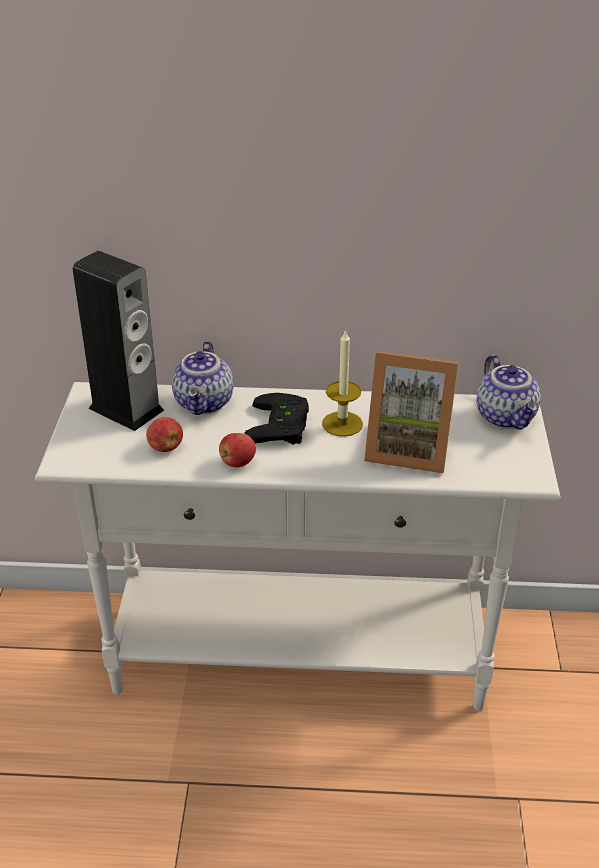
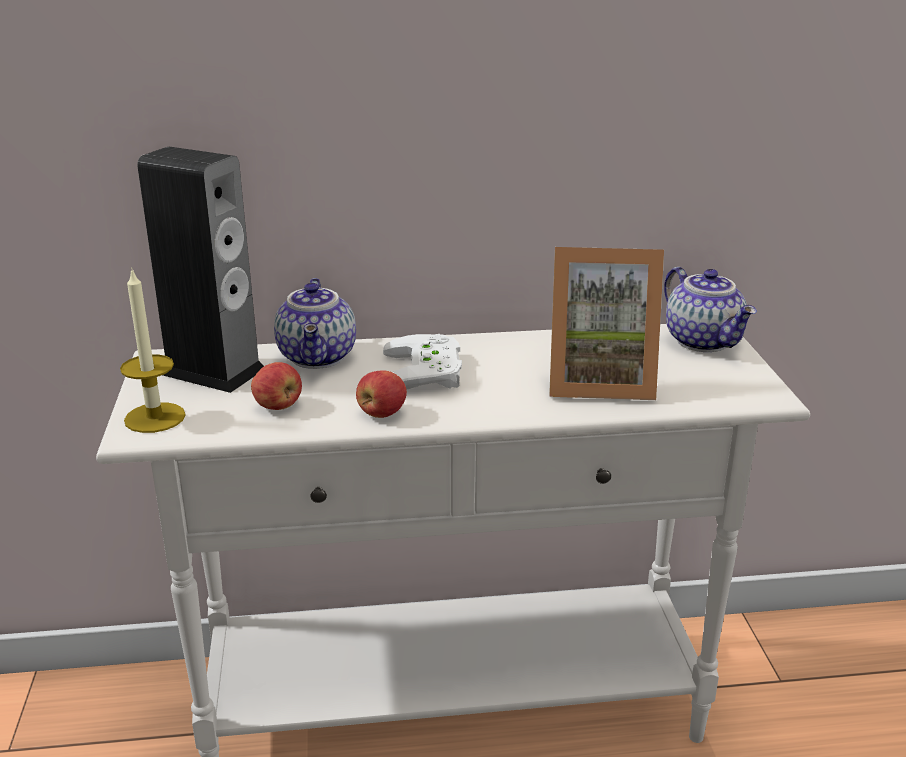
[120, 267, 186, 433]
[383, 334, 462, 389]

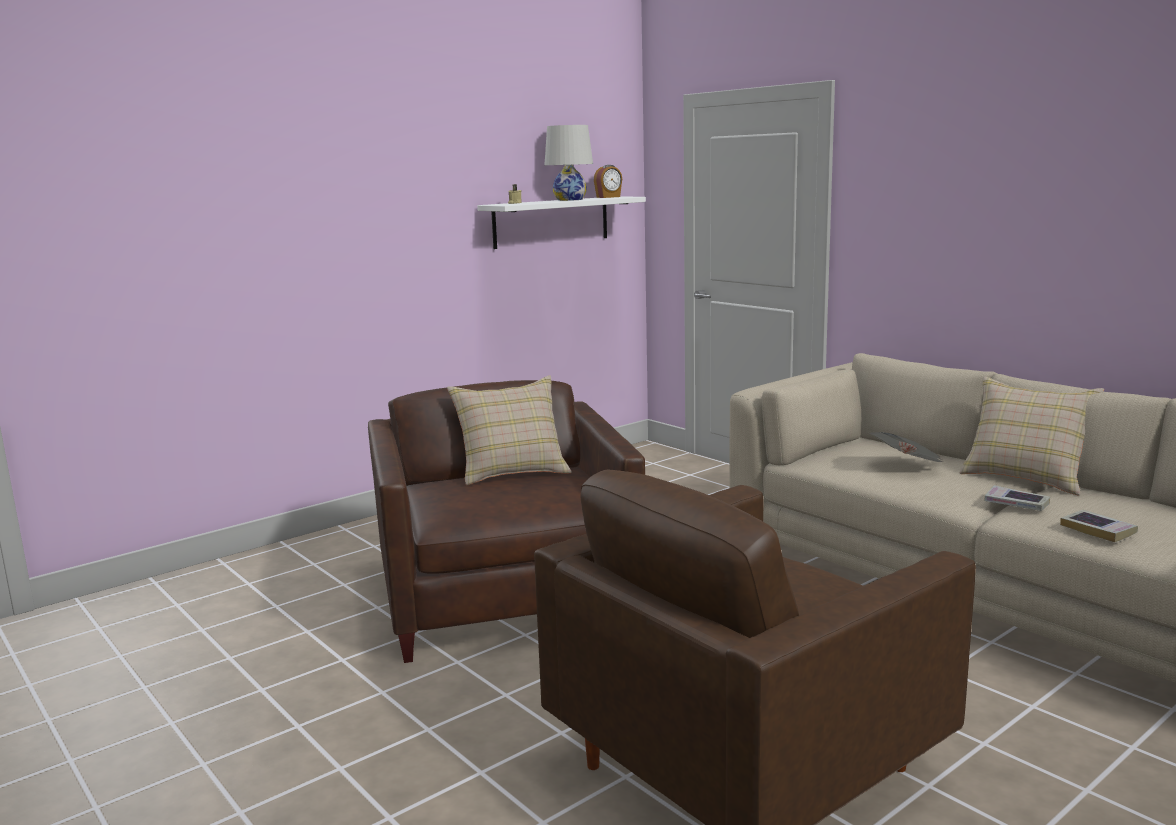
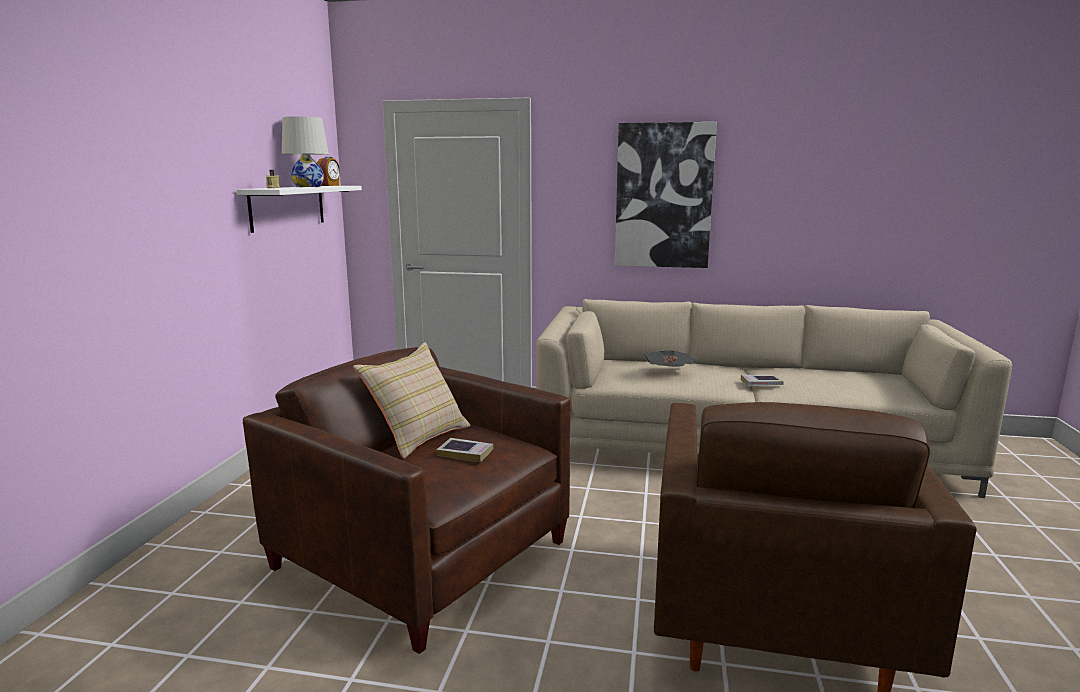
[960, 377, 1104, 496] (first image)
[436, 438, 493, 462]
[615, 122, 717, 268]

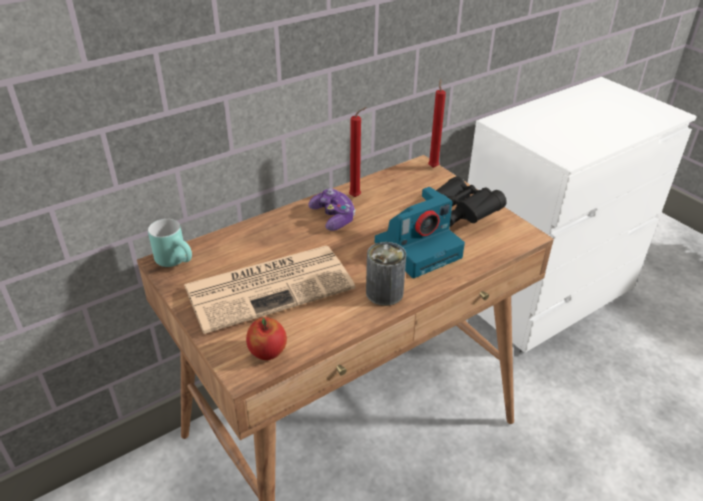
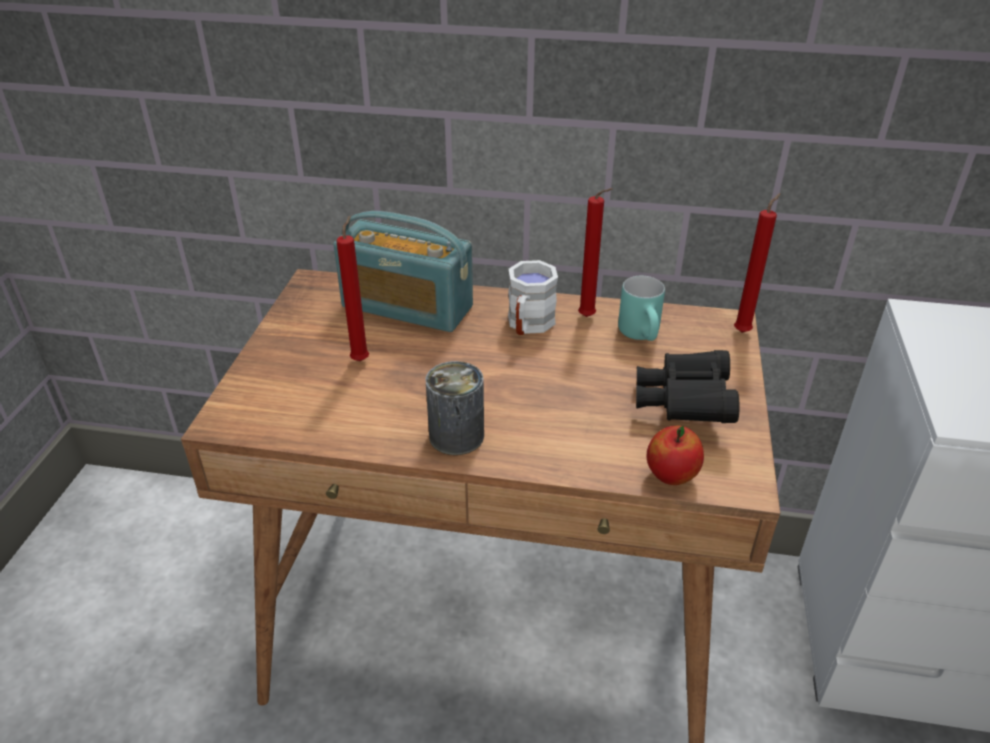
[375, 187, 465, 278] (first image)
[508, 260, 558, 335]
[618, 276, 665, 341]
[336, 216, 369, 361]
[647, 426, 704, 485]
[333, 211, 473, 332]

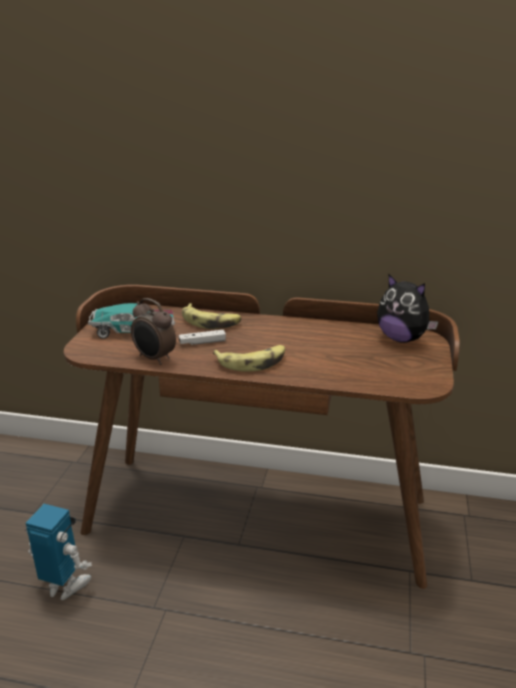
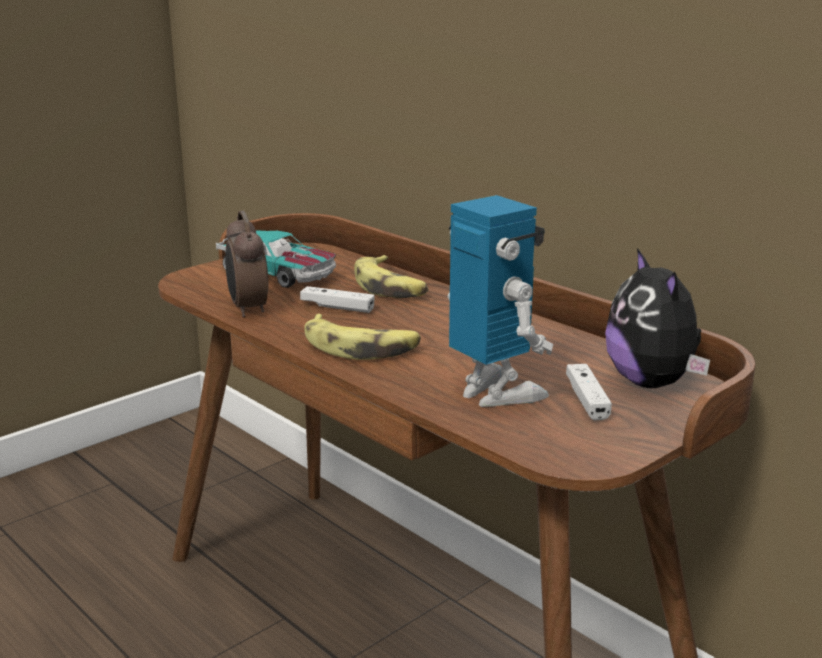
[447, 195, 553, 407]
[566, 364, 612, 420]

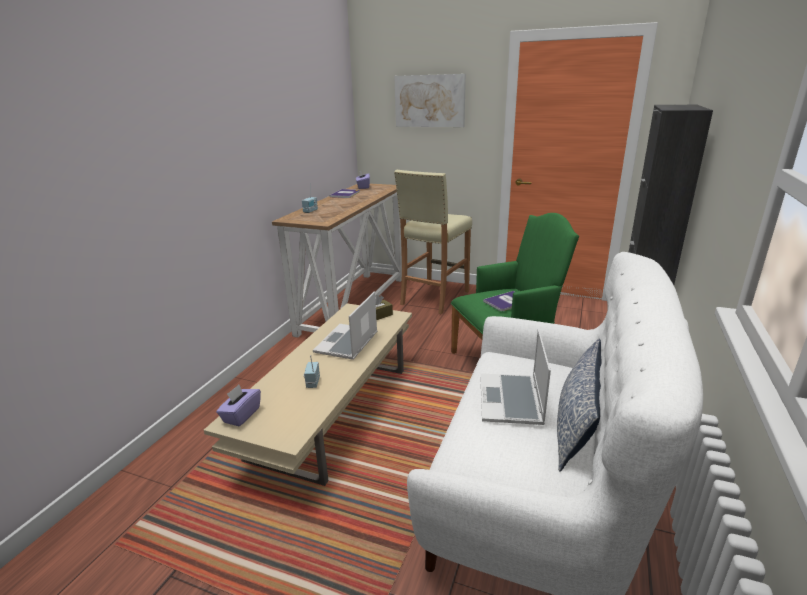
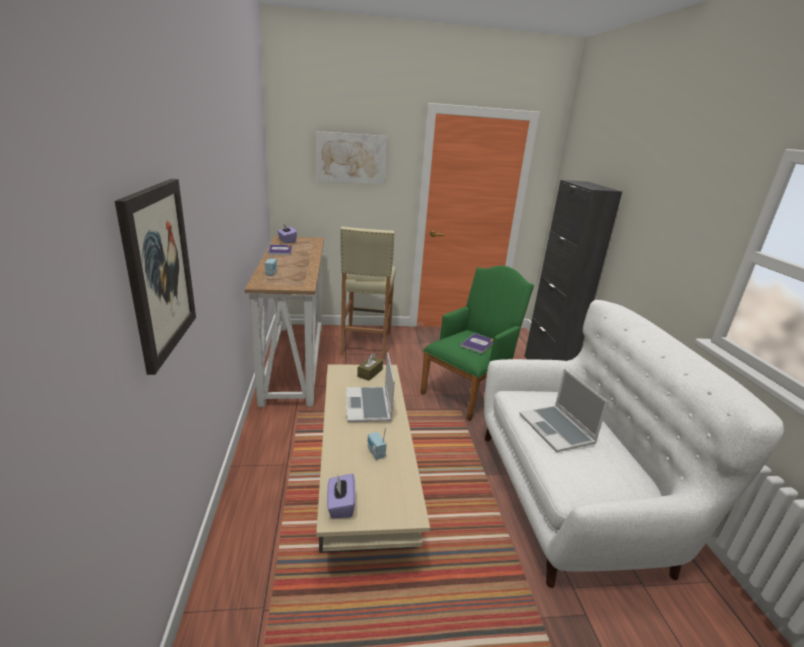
[557, 338, 602, 471] (first image)
[115, 179, 196, 375]

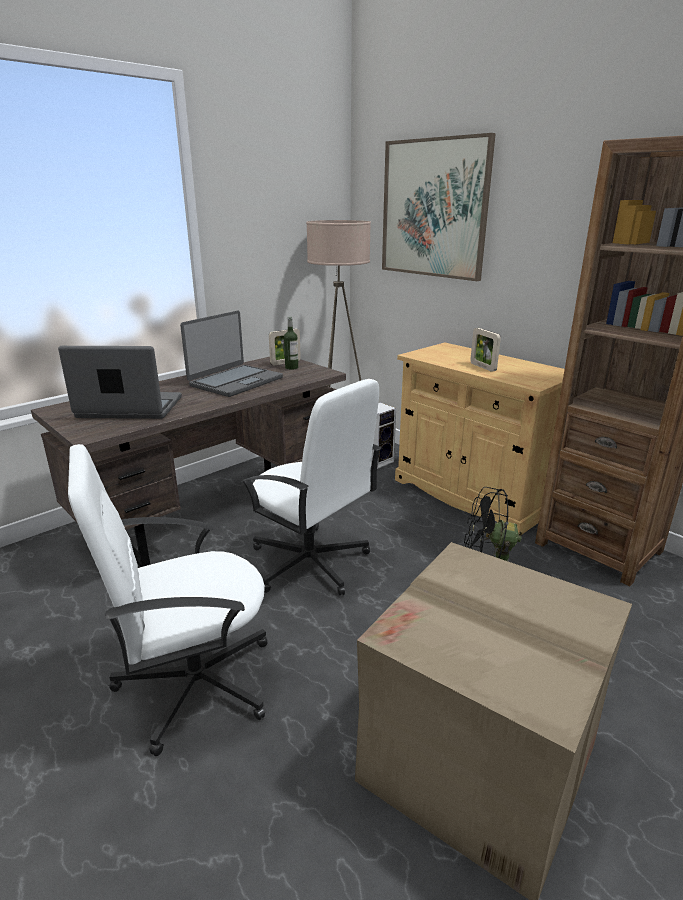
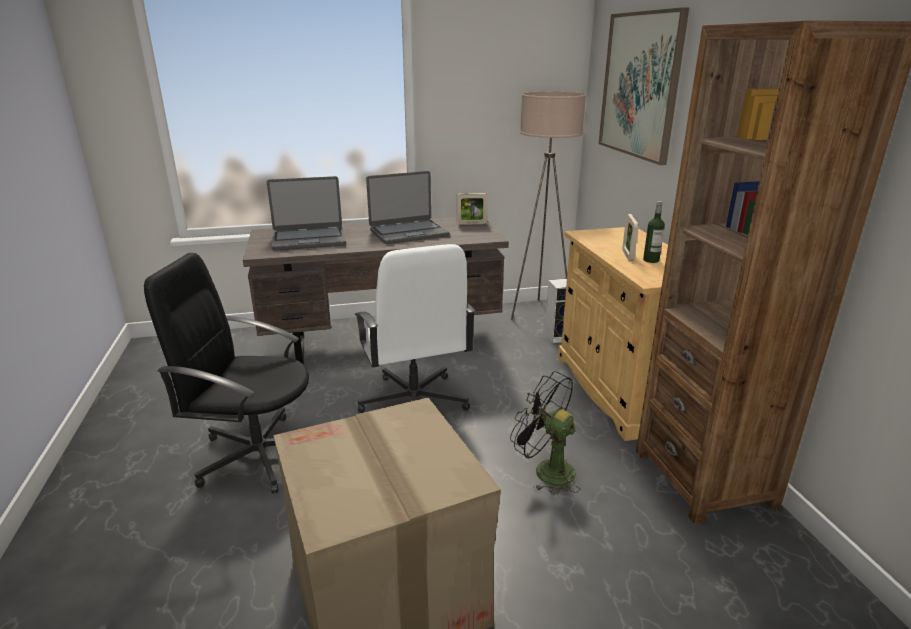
[643, 201, 665, 263]
[267, 176, 346, 251]
[144, 253, 309, 494]

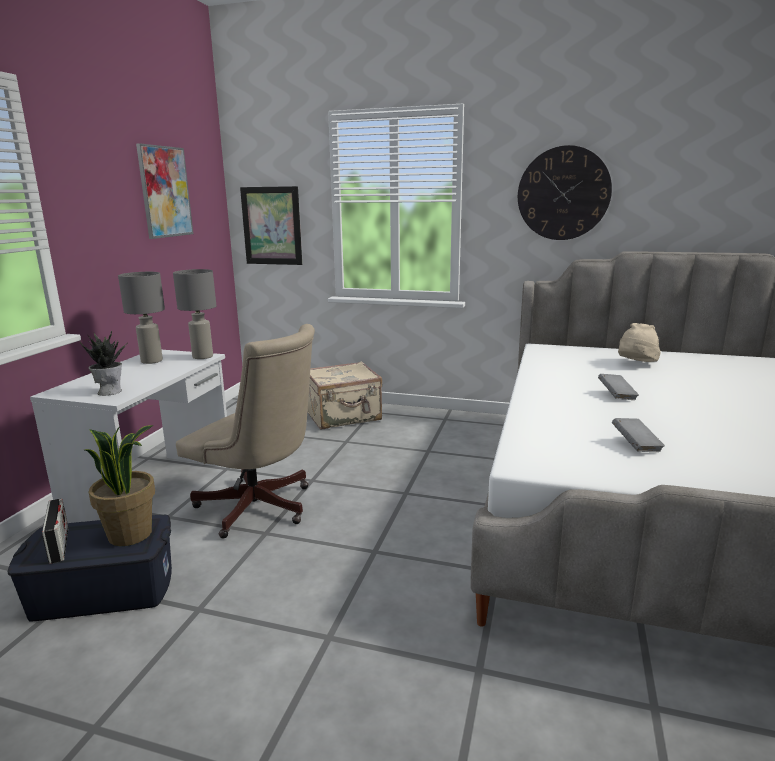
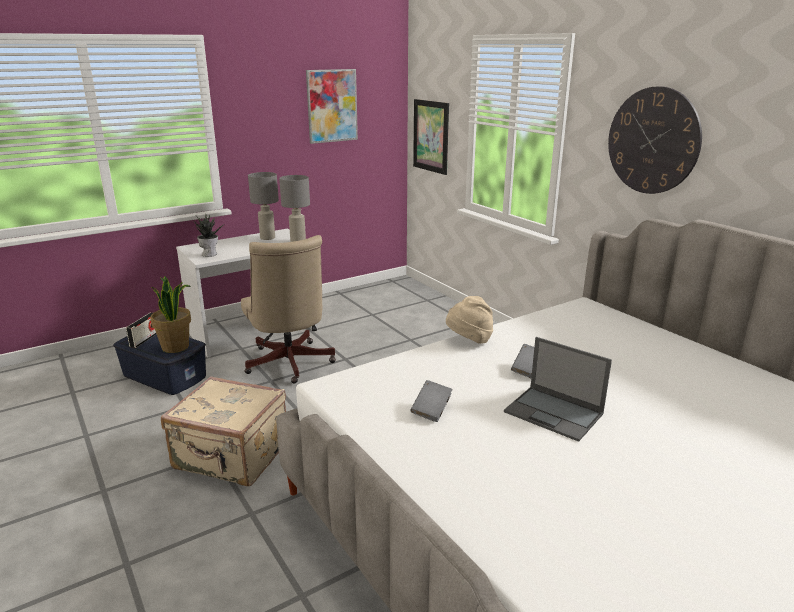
[446, 296, 493, 344]
[161, 376, 286, 486]
[504, 337, 612, 442]

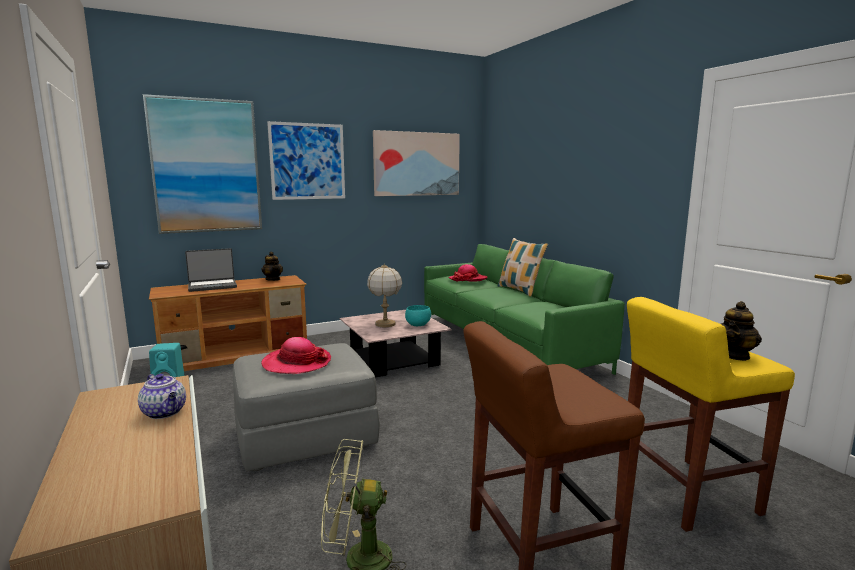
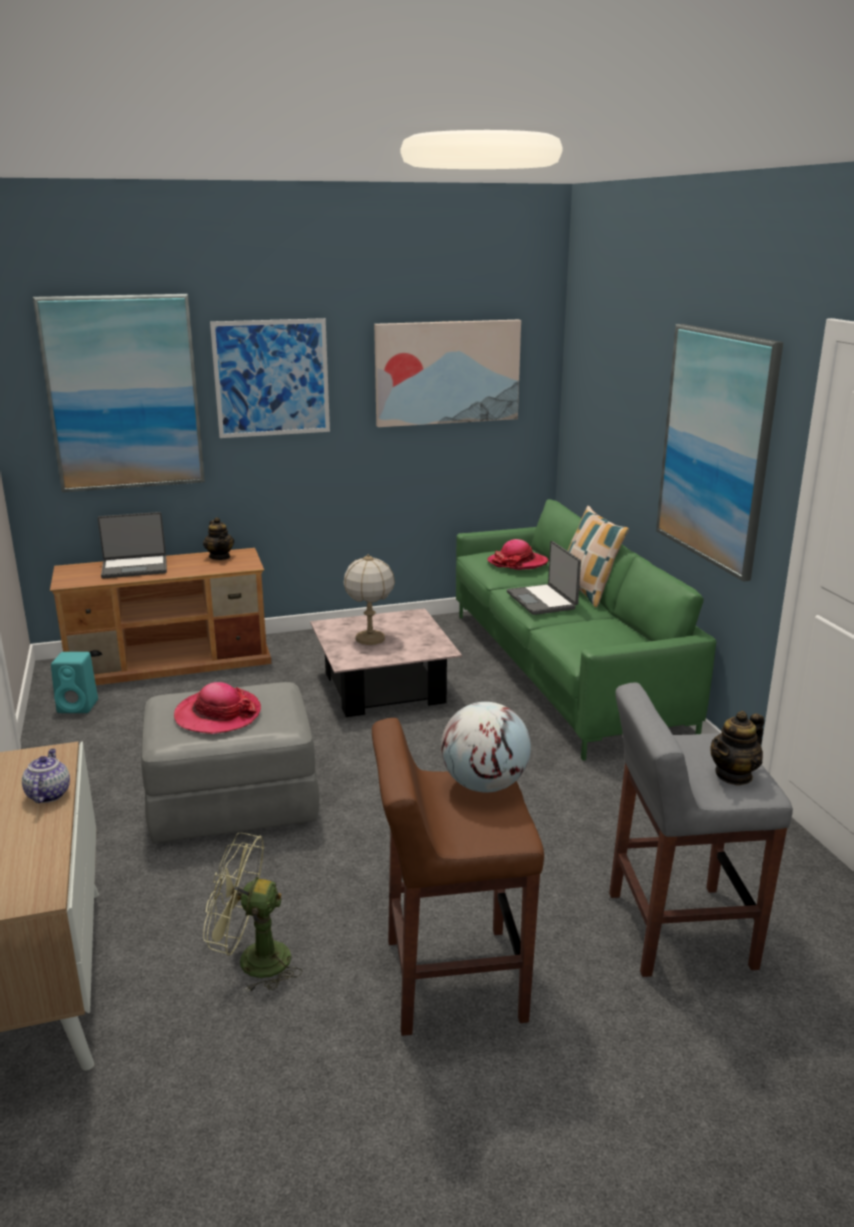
[609, 683, 793, 977]
[405, 305, 431, 326] (first image)
[22, 749, 70, 803]
[656, 324, 783, 582]
[507, 541, 581, 615]
[441, 702, 531, 793]

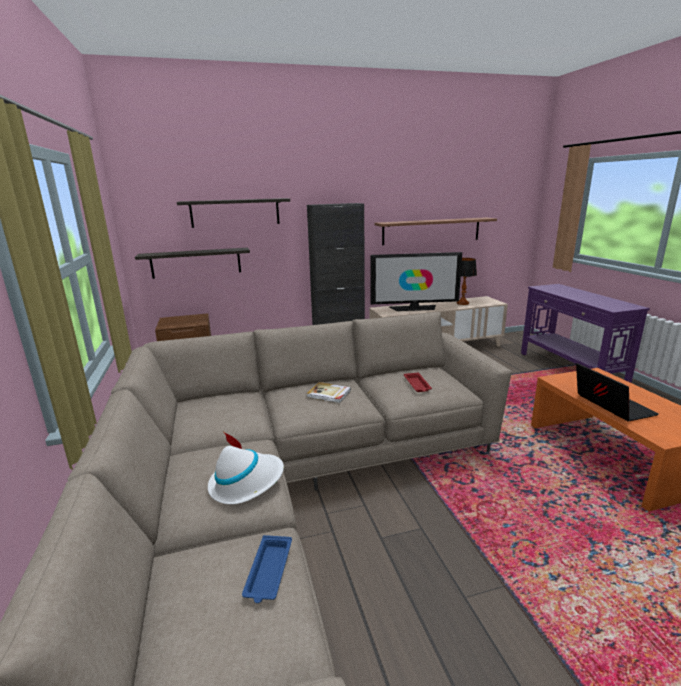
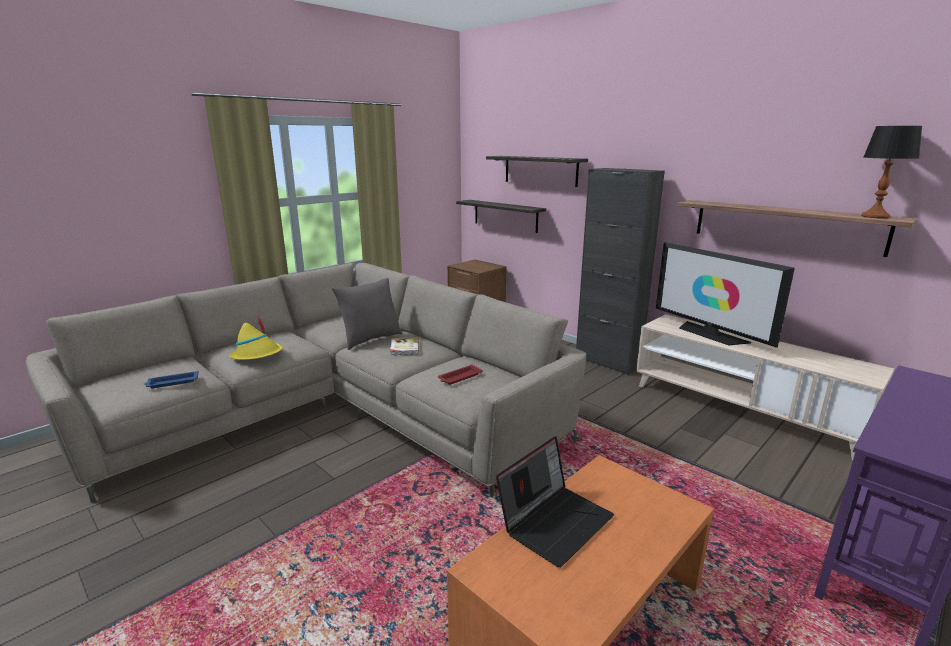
[861, 126, 922, 219]
[229, 316, 283, 360]
[332, 278, 402, 350]

